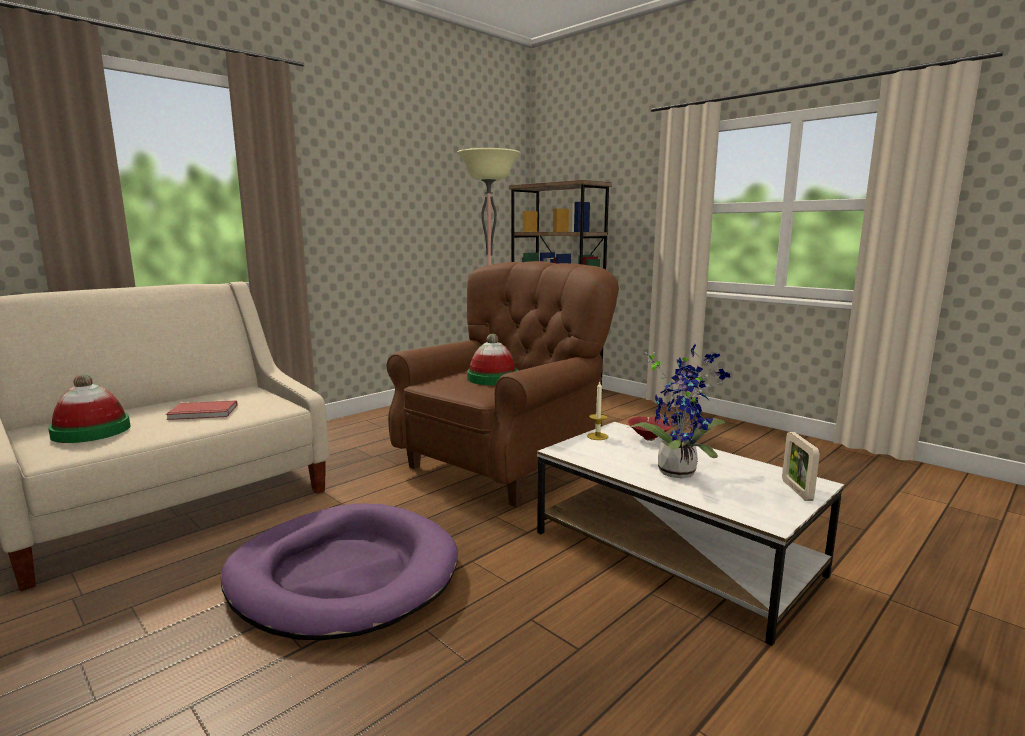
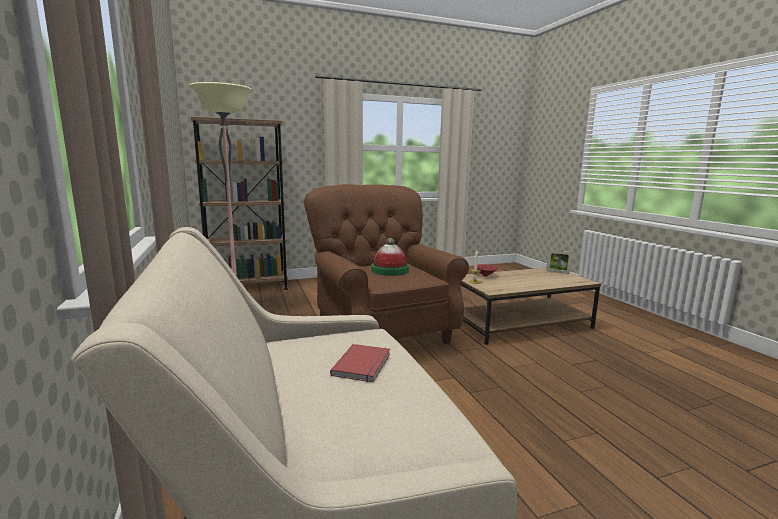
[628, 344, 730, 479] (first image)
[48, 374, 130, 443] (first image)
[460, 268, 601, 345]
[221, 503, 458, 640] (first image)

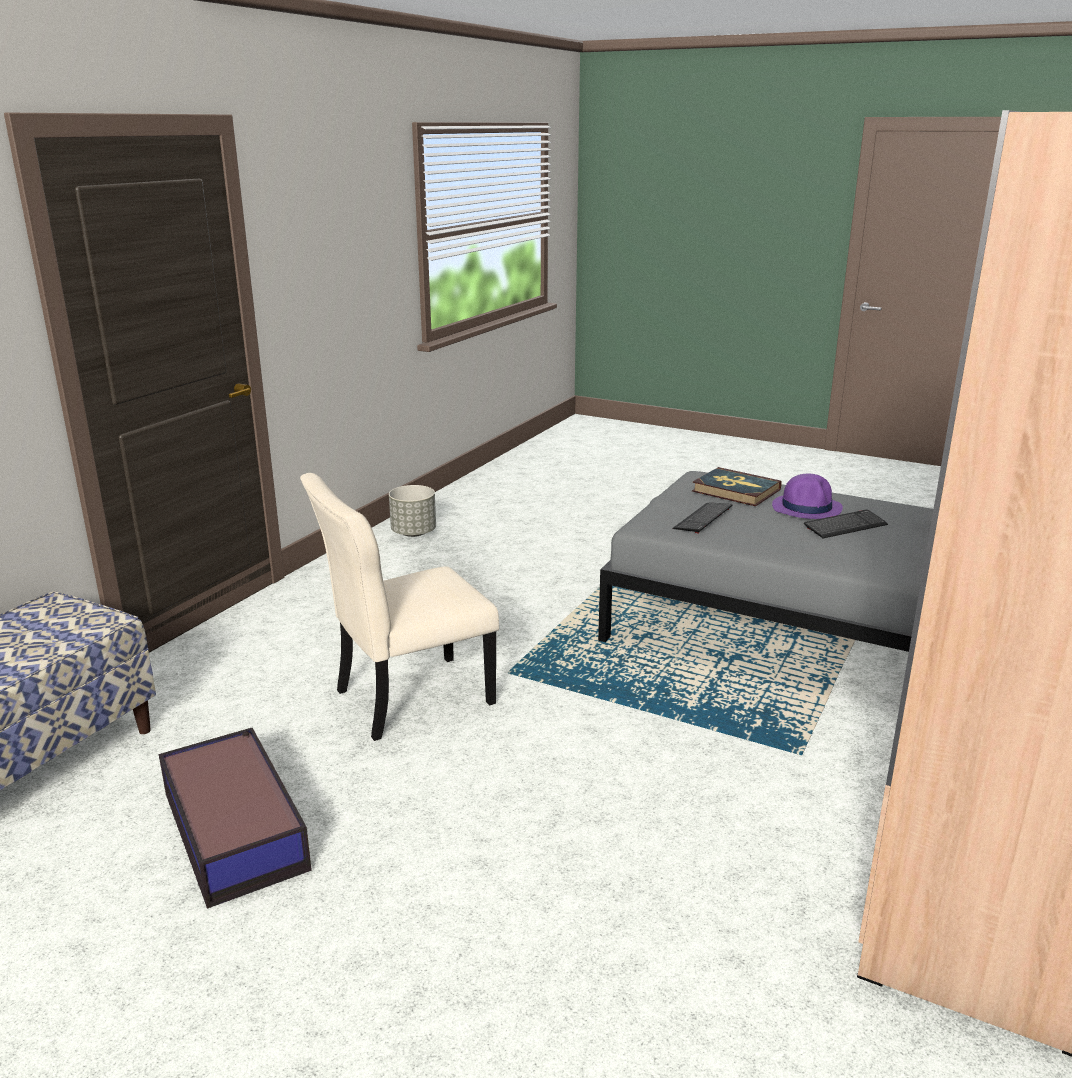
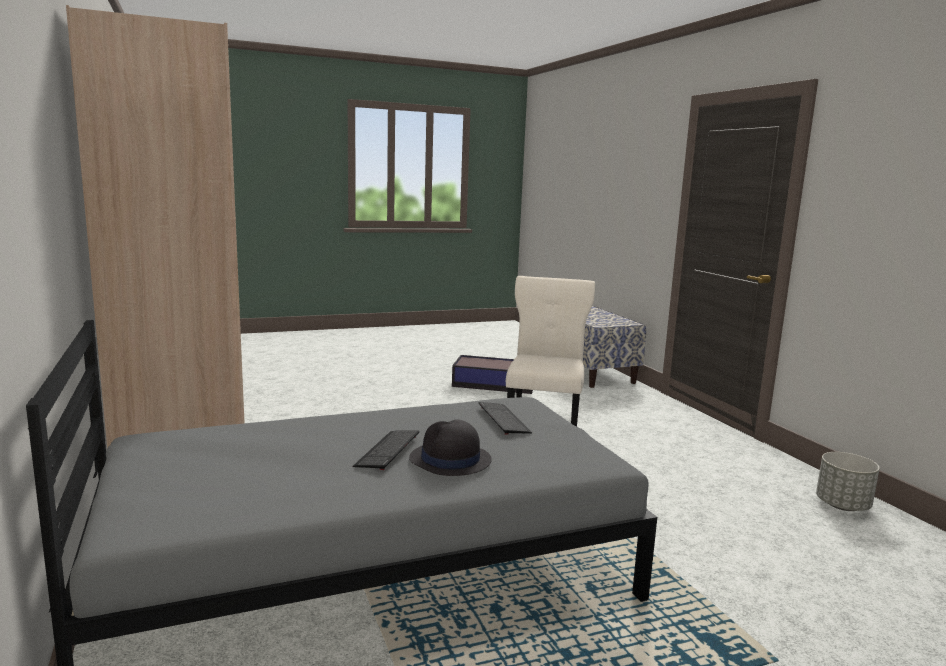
[692, 467, 782, 506] (first image)
[409, 420, 492, 476]

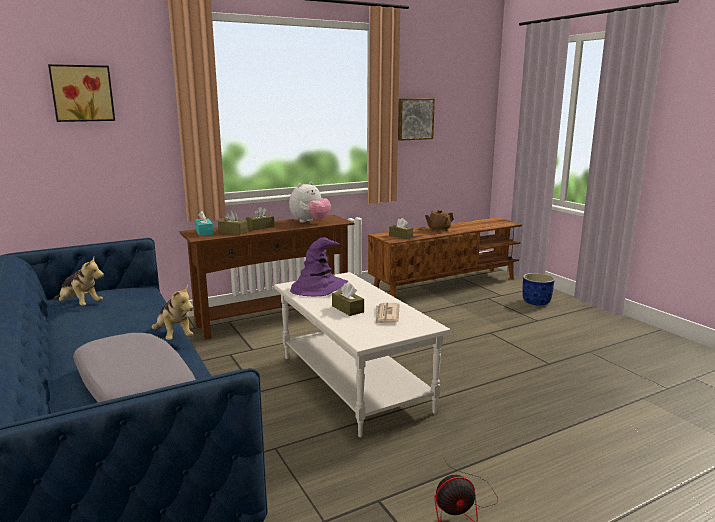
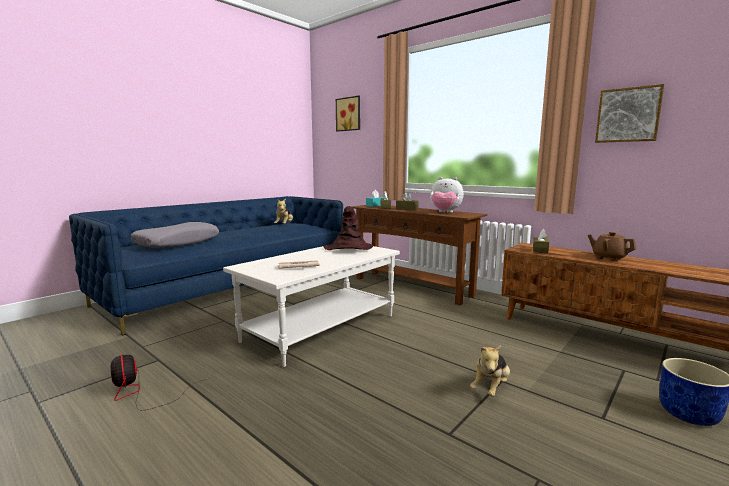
[323, 206, 374, 250]
[332, 282, 364, 316] (first image)
[470, 345, 510, 397]

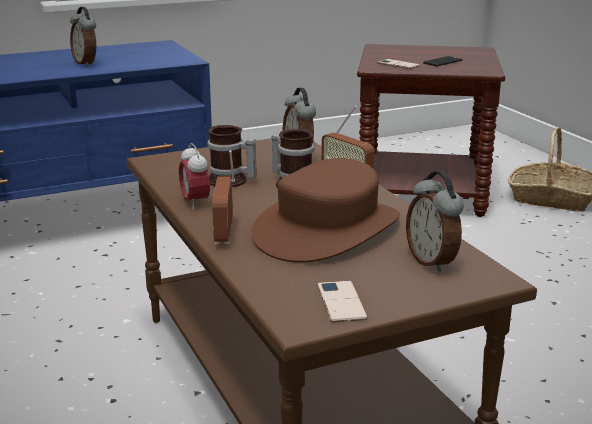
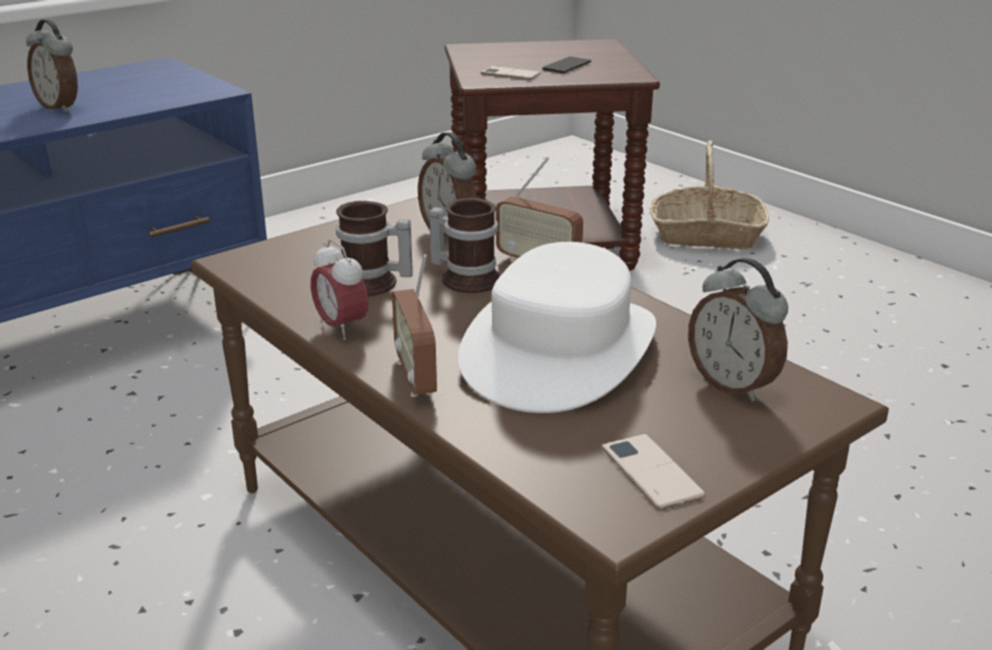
[458, 242, 656, 413]

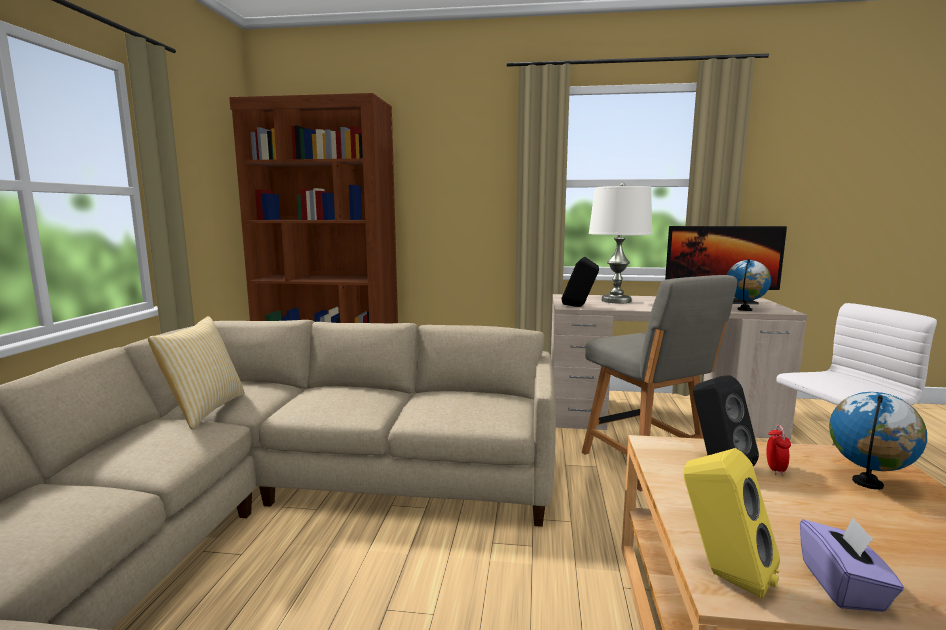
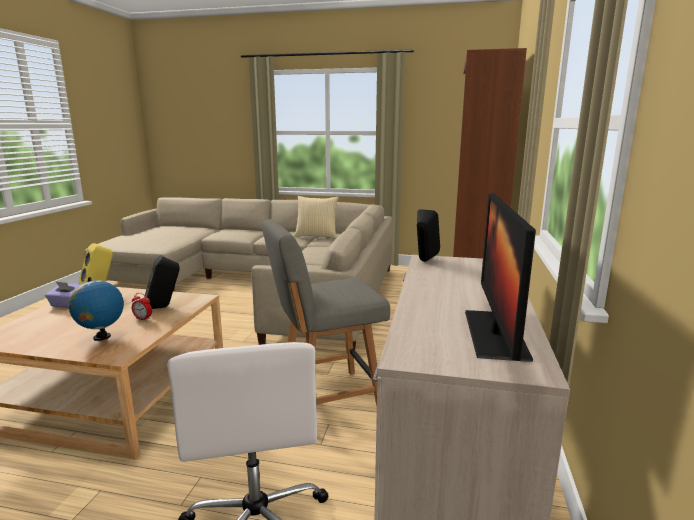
[589, 183, 653, 303] (first image)
[727, 259, 771, 311] (first image)

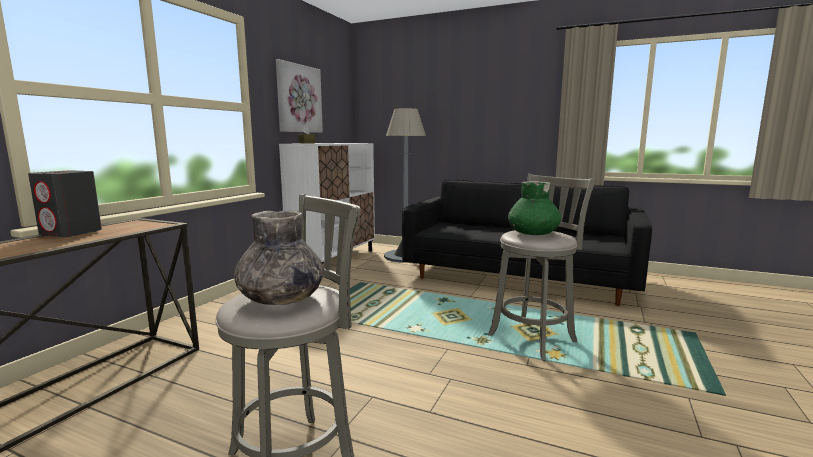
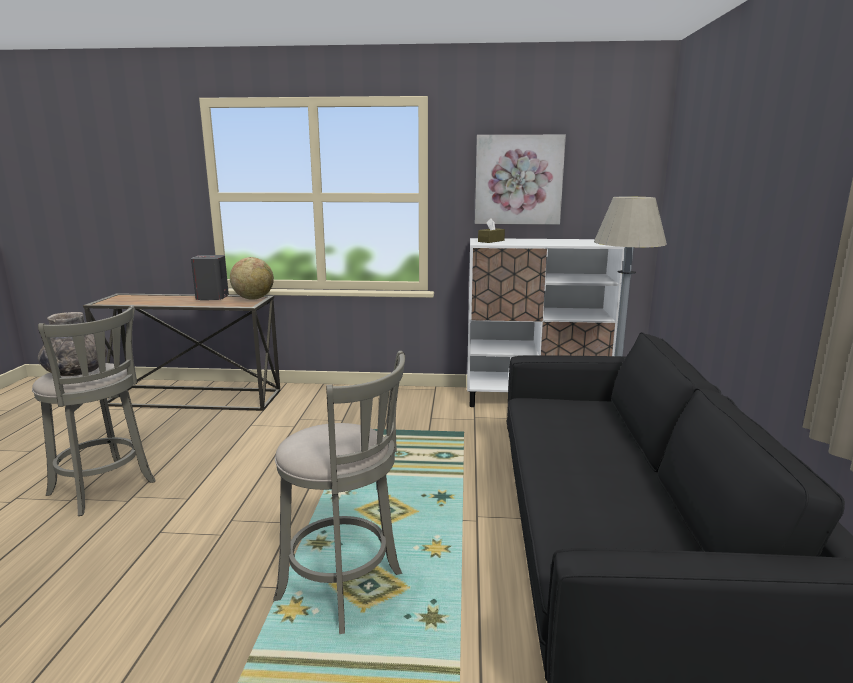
[508, 181, 561, 235] (first image)
[230, 257, 274, 300]

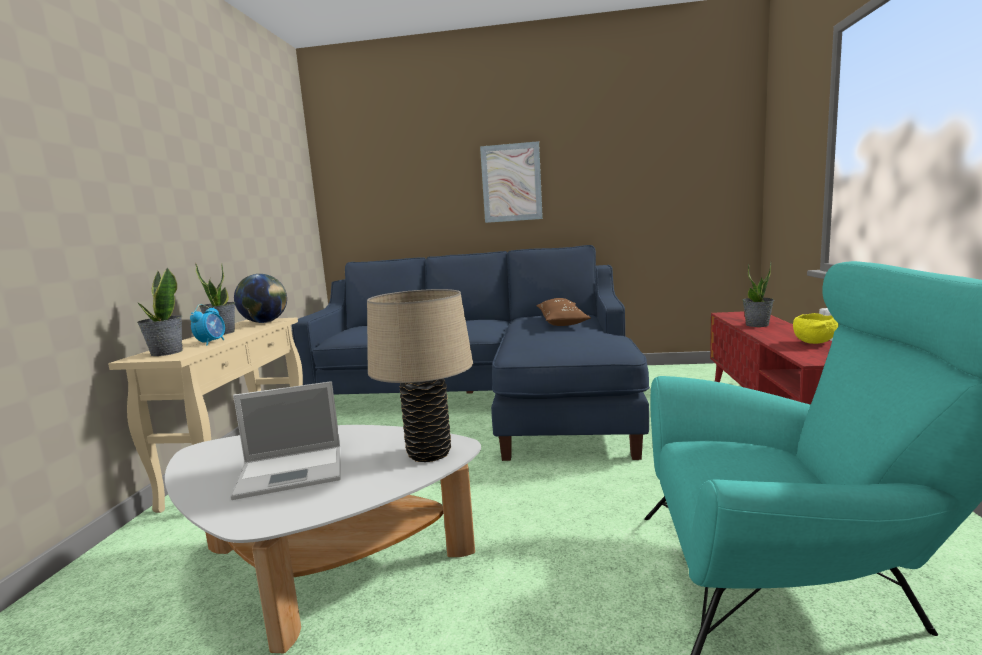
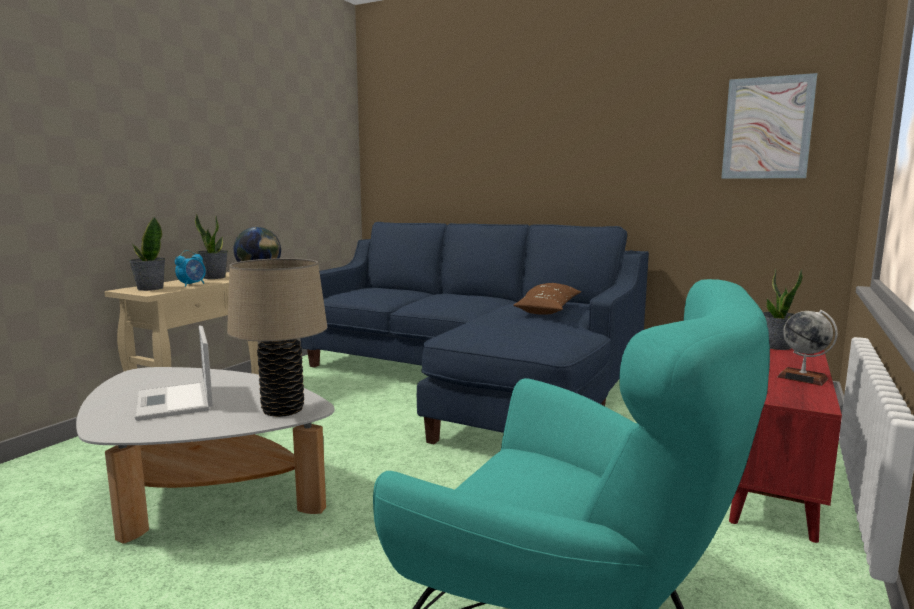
[721, 73, 817, 179]
[777, 310, 838, 386]
[135, 325, 213, 421]

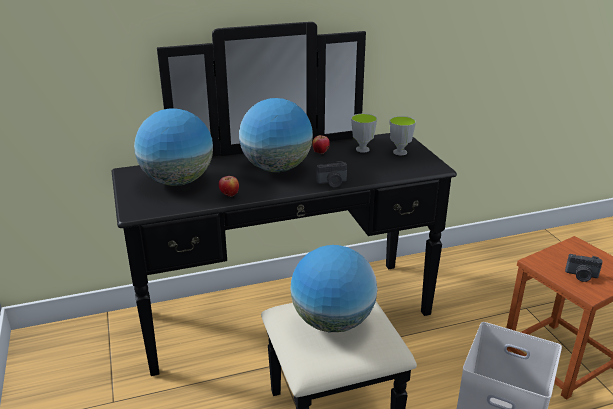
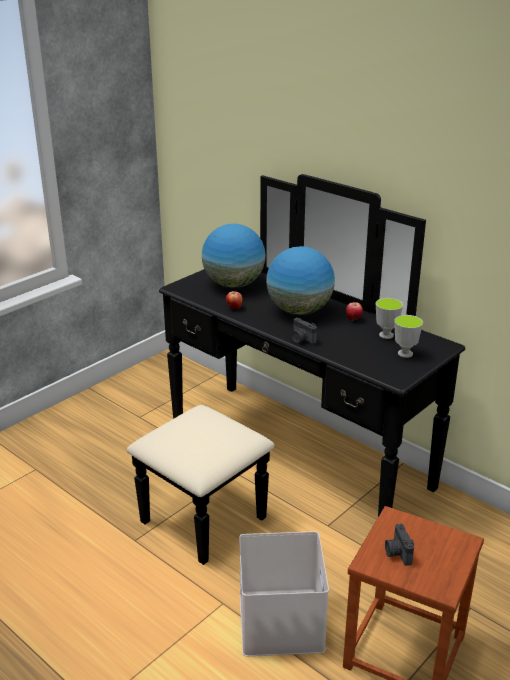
[290, 245, 377, 332] (first image)

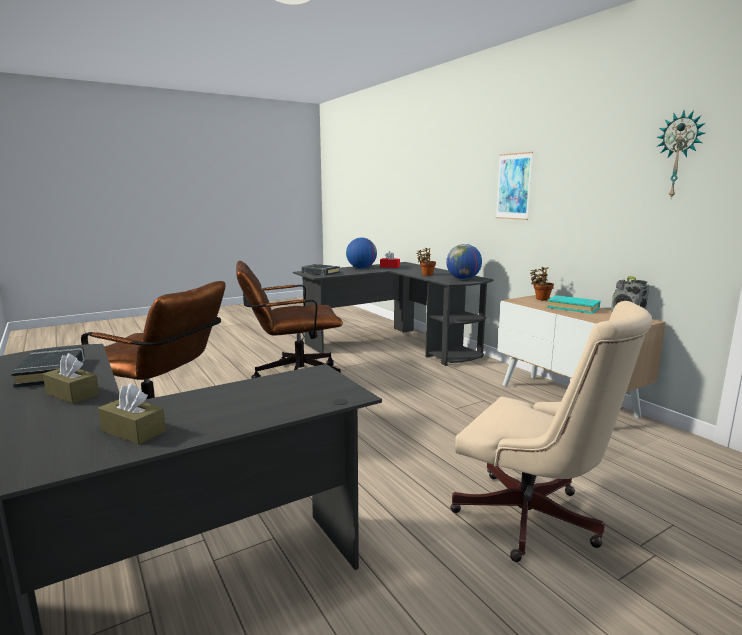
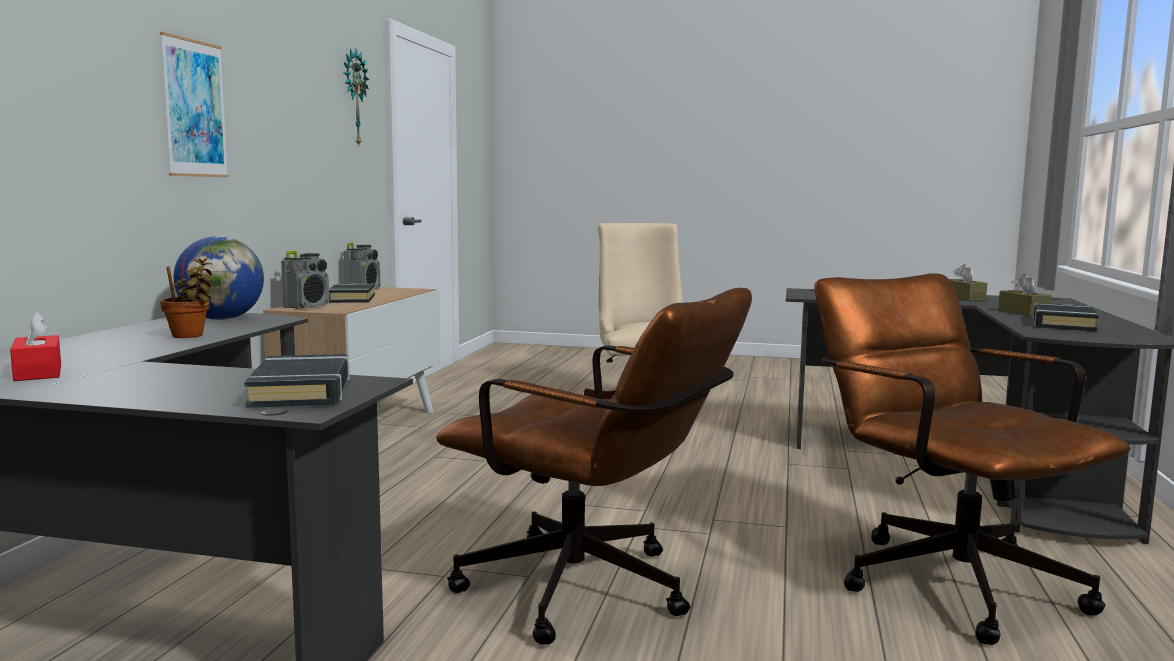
[346, 238, 377, 269] (first image)
[281, 251, 329, 309]
[328, 283, 375, 303]

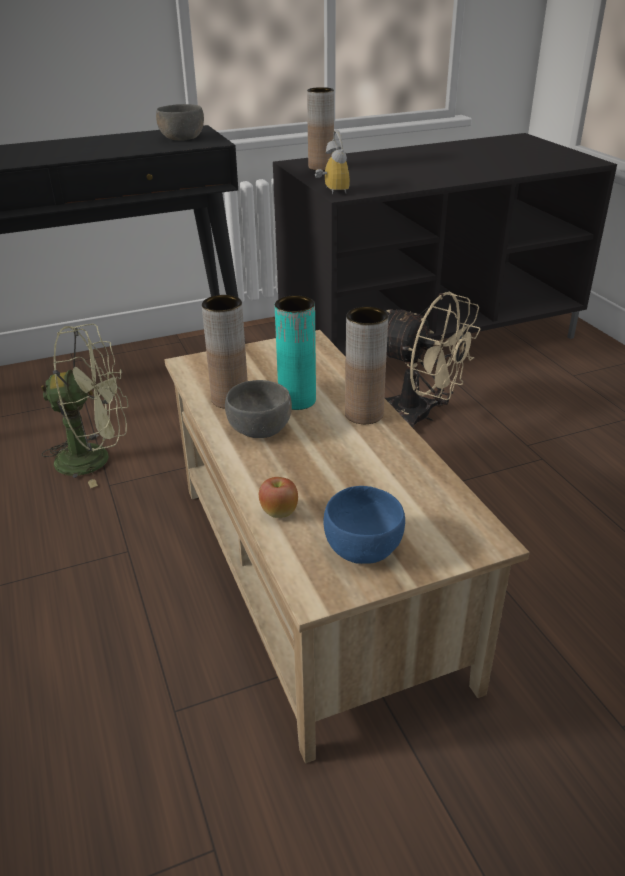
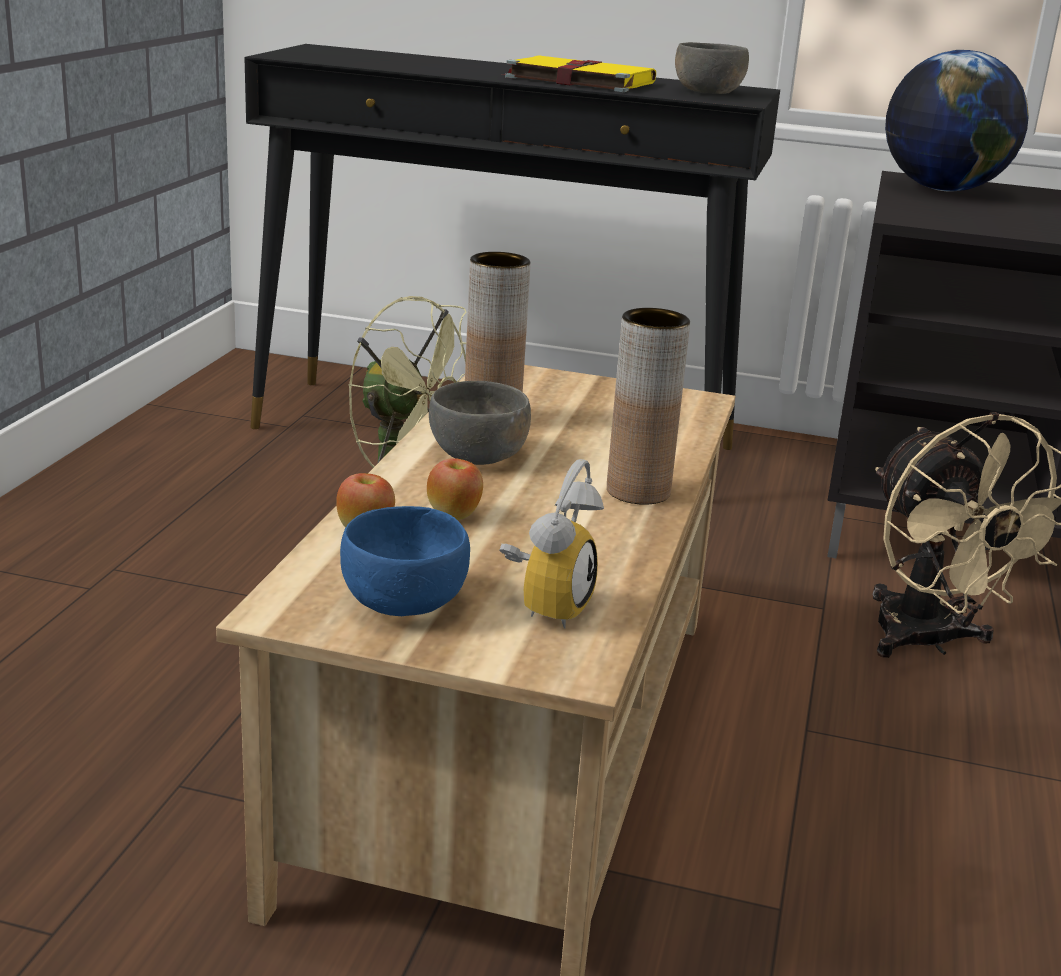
[885, 50, 1029, 192]
[499, 459, 604, 629]
[275, 295, 316, 410] (first image)
[502, 55, 656, 92]
[427, 458, 483, 520]

